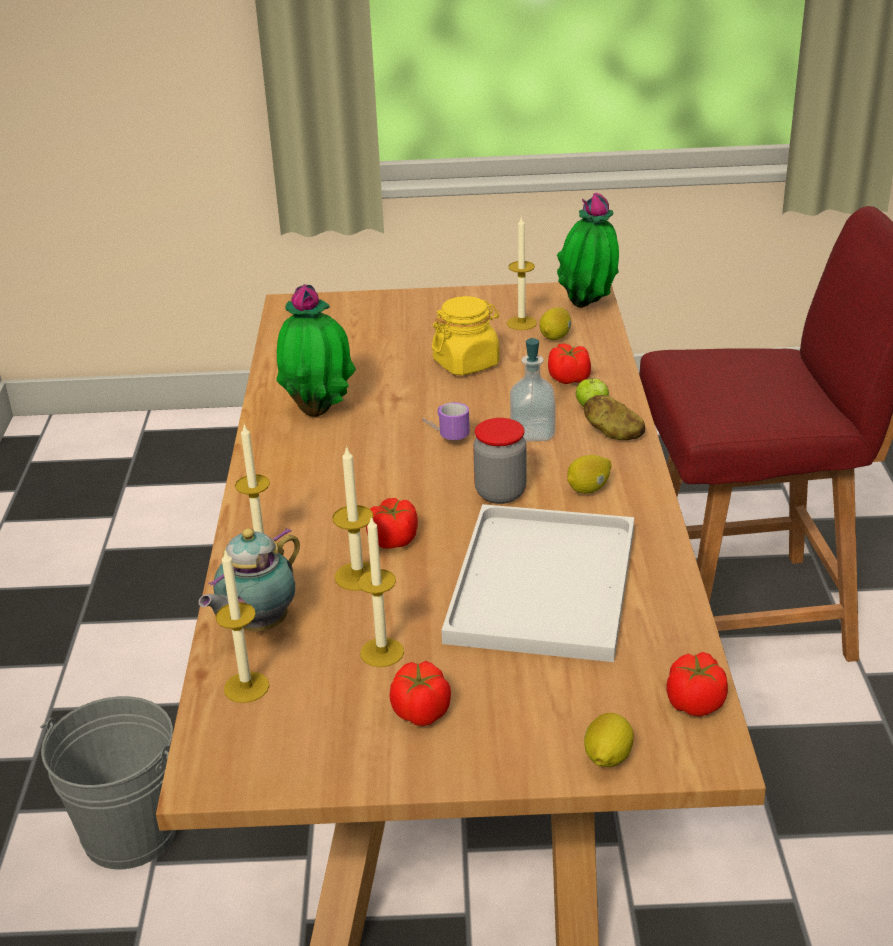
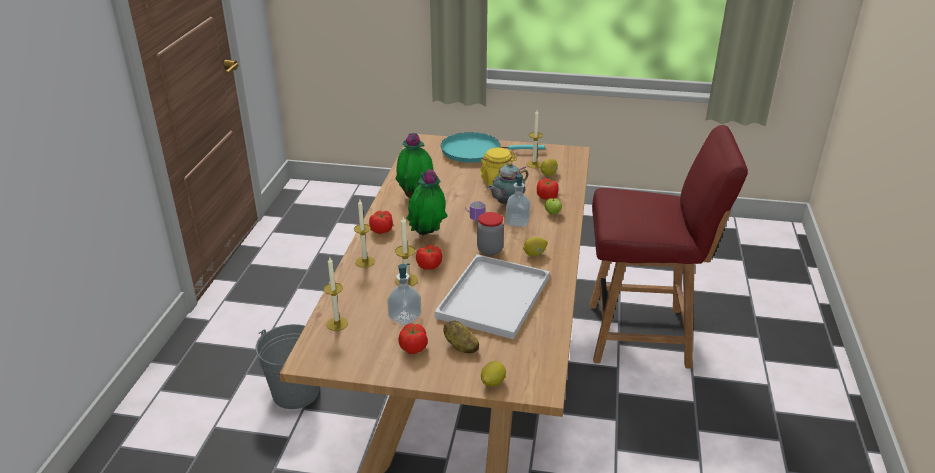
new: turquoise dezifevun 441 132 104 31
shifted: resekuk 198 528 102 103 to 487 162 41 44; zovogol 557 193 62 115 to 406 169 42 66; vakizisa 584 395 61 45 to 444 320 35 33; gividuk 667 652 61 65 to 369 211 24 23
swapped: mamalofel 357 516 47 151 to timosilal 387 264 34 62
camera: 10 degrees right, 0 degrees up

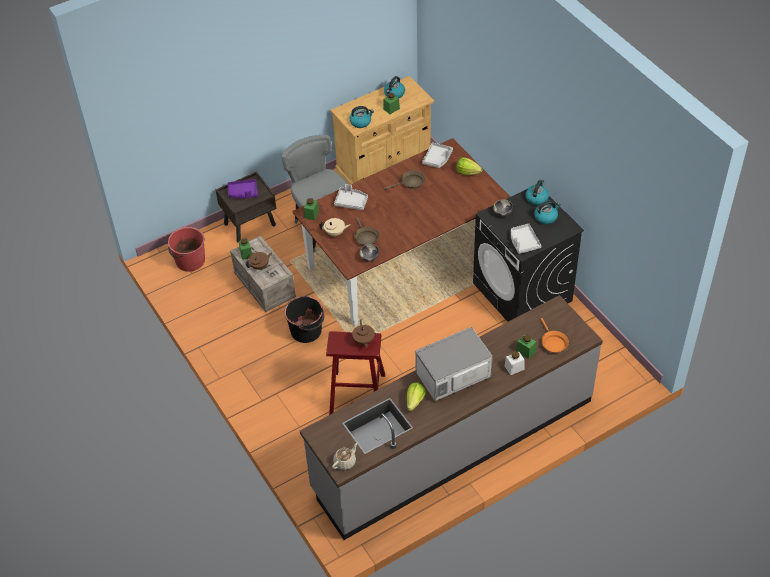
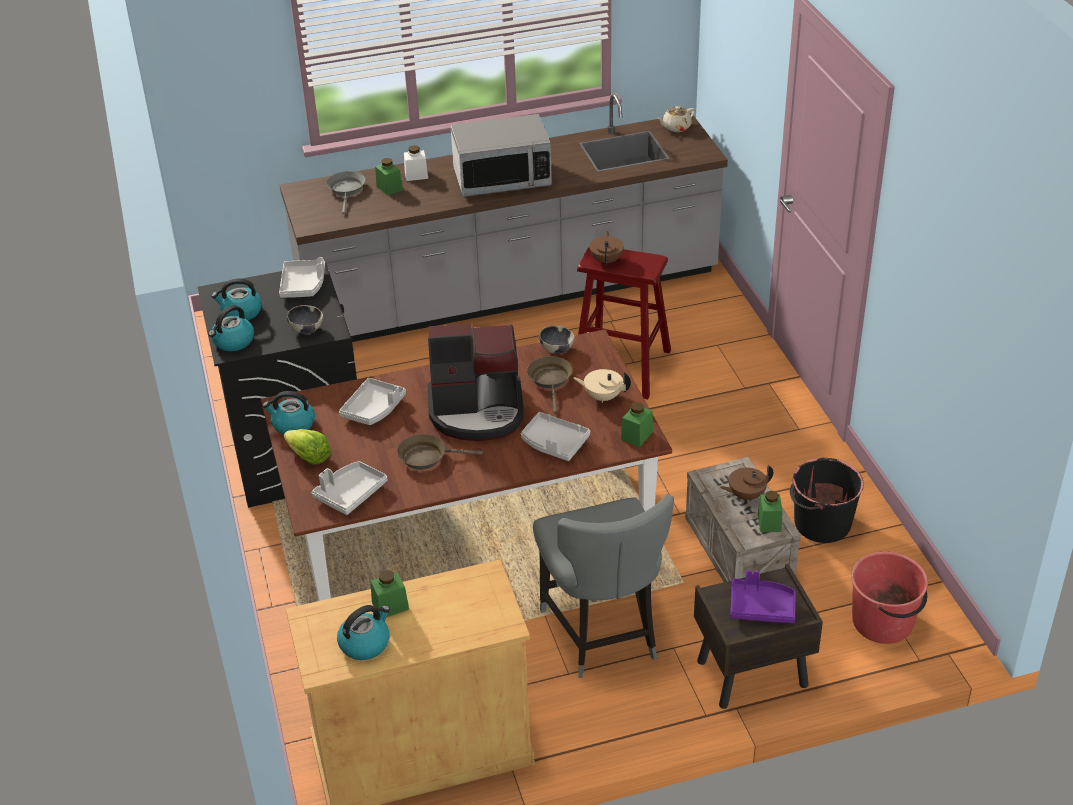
gone: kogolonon 406 383 20 28
new: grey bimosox 339 378 67 47; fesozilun 428 323 96 118
shifted: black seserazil 284 296 40 47 to 790 458 74 85; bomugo 350 106 24 22 to 263 391 52 44
repainted: orange dezifevun 541 318 28 35 to grey dezifevun 326 171 39 43
camera: 165 degrees left, 10 degrees down

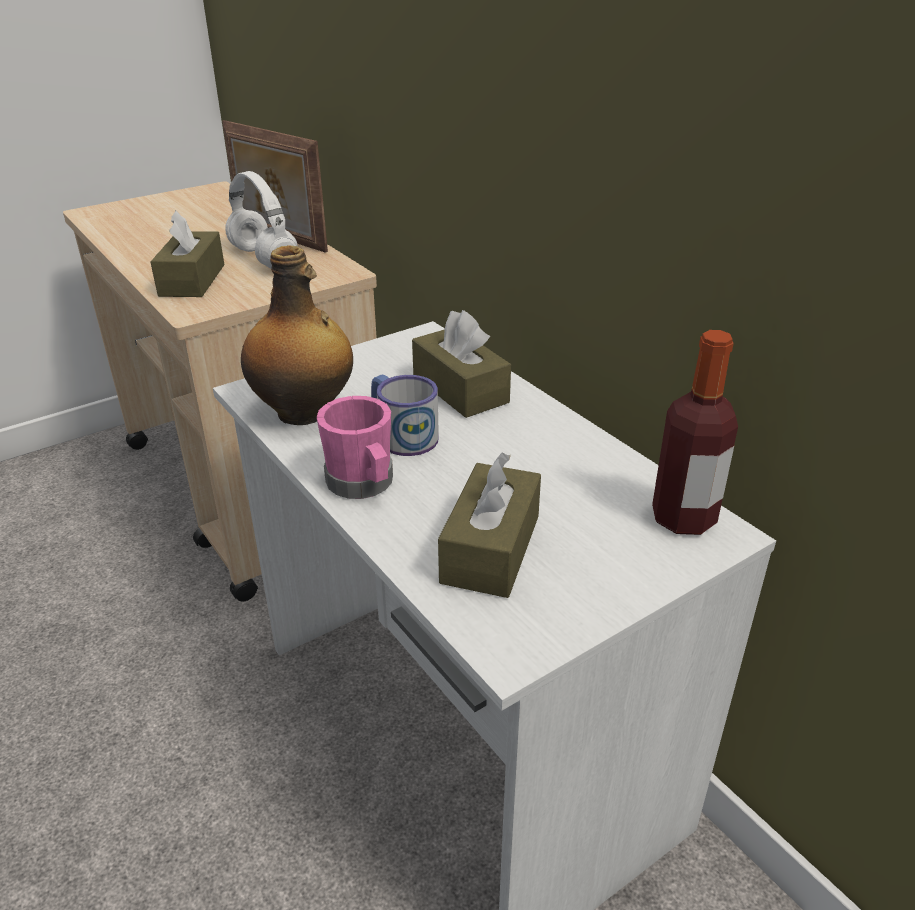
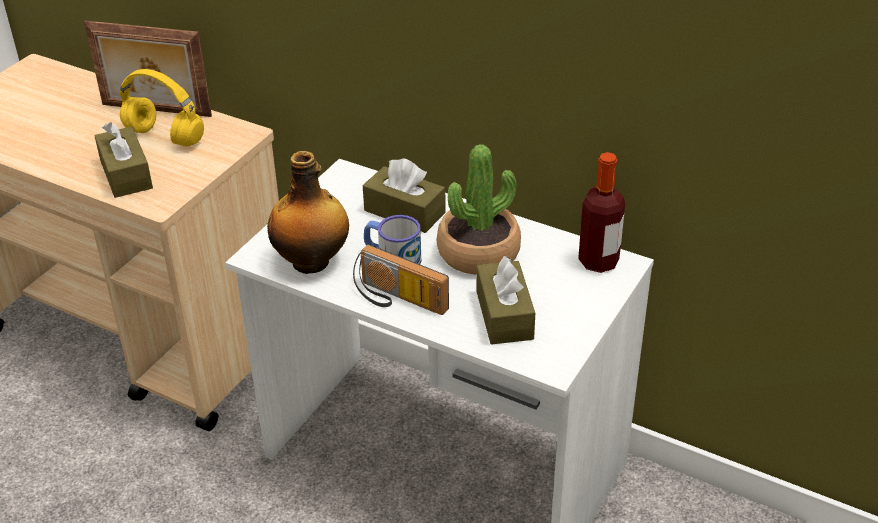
new: zovogol 437 144 84 131
swapped: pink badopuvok 317 396 76 103 to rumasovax 353 244 96 71
repainted: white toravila 225 171 72 97 to yellow toravila 120 69 84 78
camera: 25 degrees left, 5 degrees up

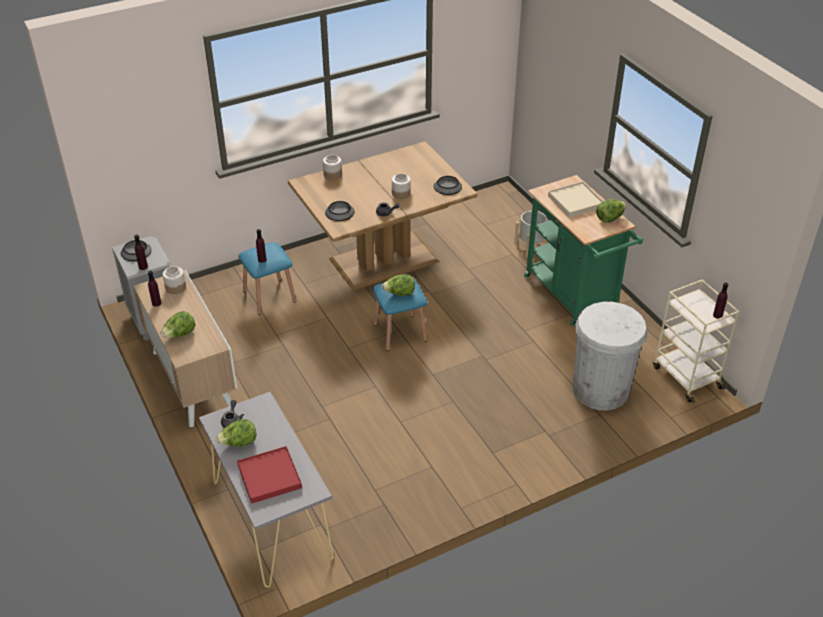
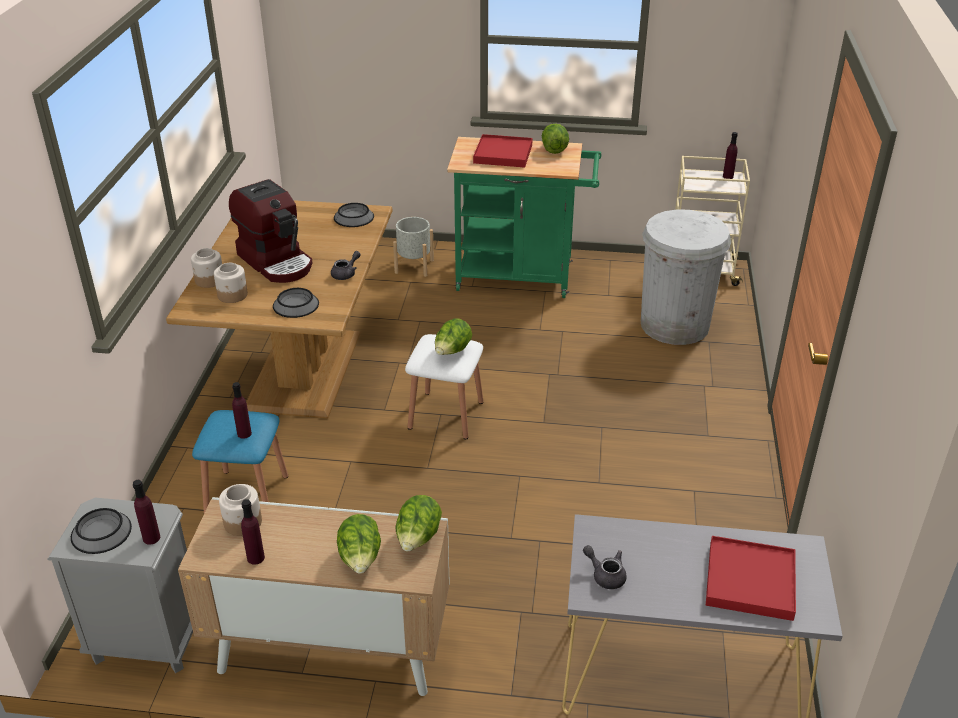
new: fesozilun 229 179 83 104
shifted: kogolonon 216 419 40 28 to 395 495 47 56; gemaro 392 173 19 26 to 214 263 34 40
repainted: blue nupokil 373 278 54 73 to white nupokil 405 334 79 105; beige bimosox 548 182 55 36 to red bimosox 473 134 60 34
camera: 55 degrees left, 5 degrees down

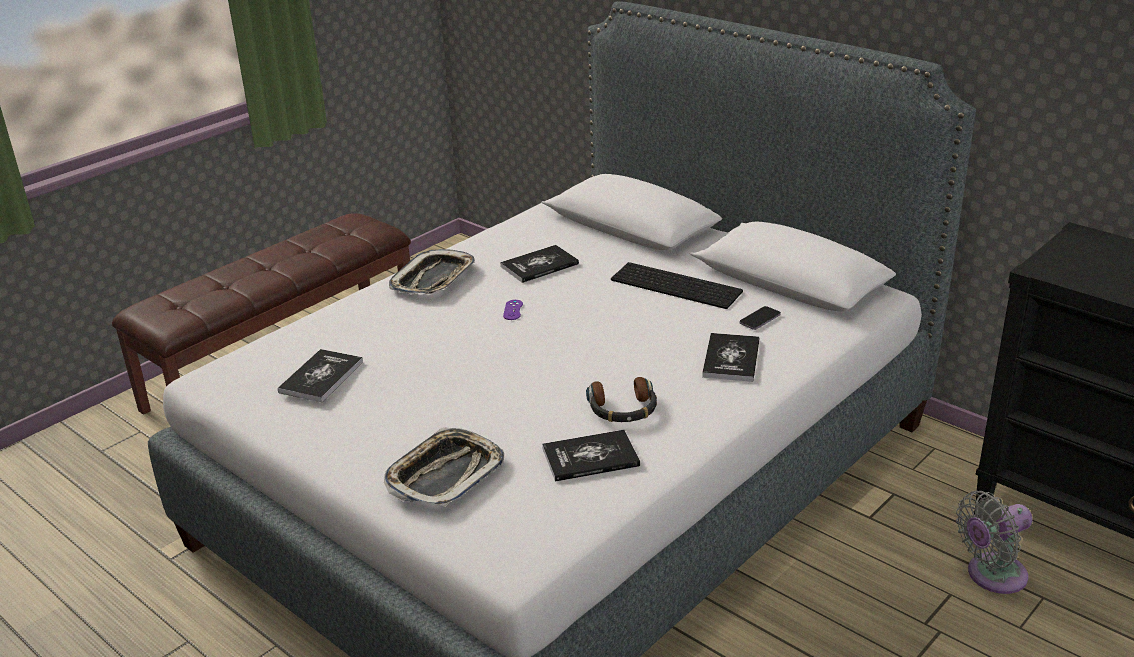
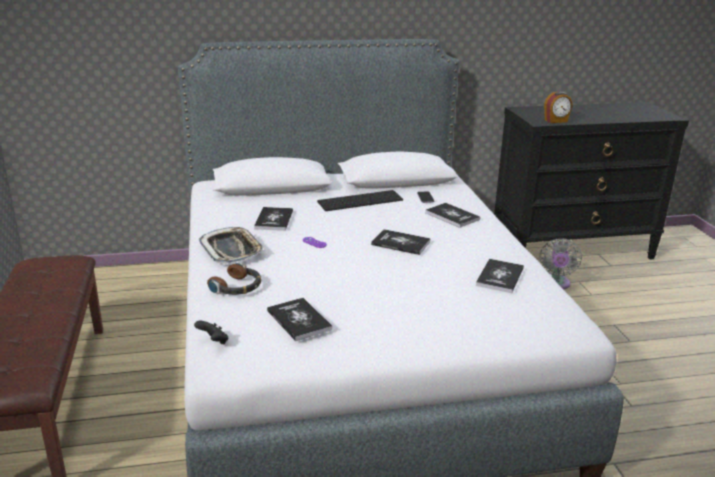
gone: bimosox 384 428 120 79
new: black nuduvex 194 321 34 23; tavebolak 371 229 60 26; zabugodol 544 92 28 31
shifted: toravila 586 377 71 45 to 207 263 54 32
camera: 55 degrees left, 5 degrees down

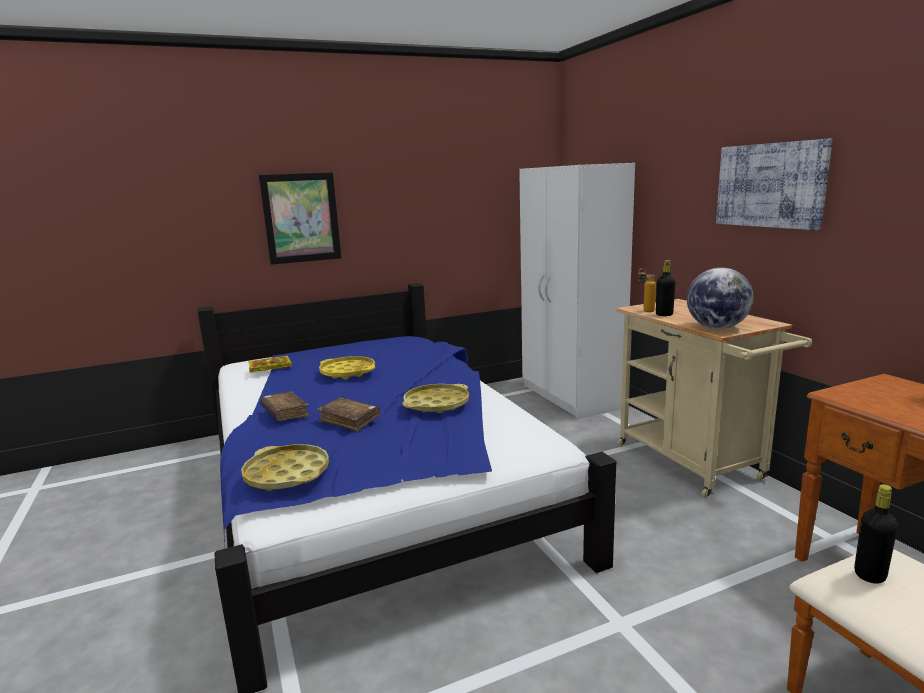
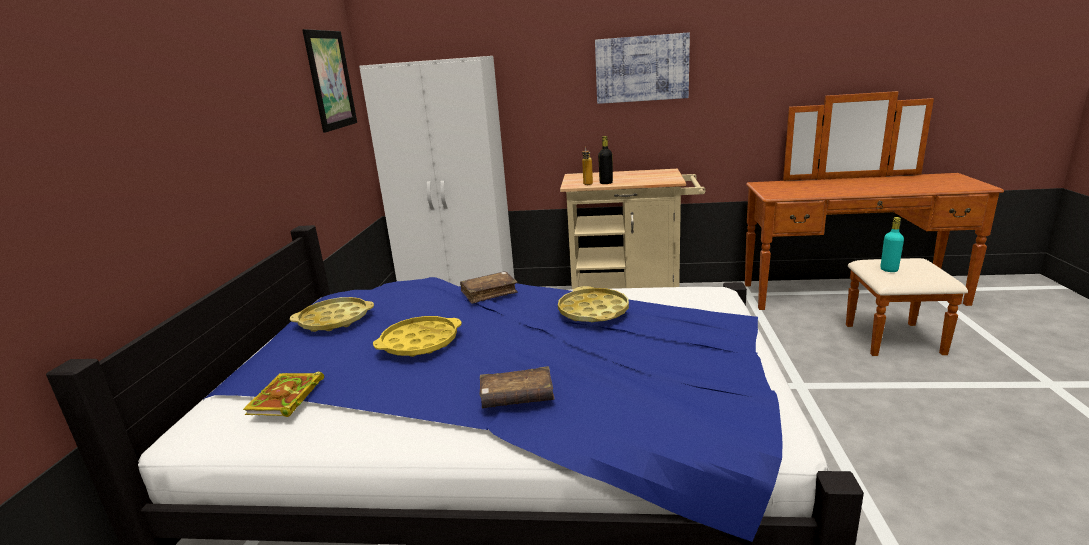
gone: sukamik 687 268 67 61
shifted: yellow bimosox 241 444 88 47 to 290 297 84 35; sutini 259 172 82 93 to 302 29 55 104; brown tavebolak 317 397 63 35 to 460 271 58 33
repainted: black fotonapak 854 484 44 100 to turquoise fotonapak 881 217 23 55
camera: 60 degrees left, 5 degrees up

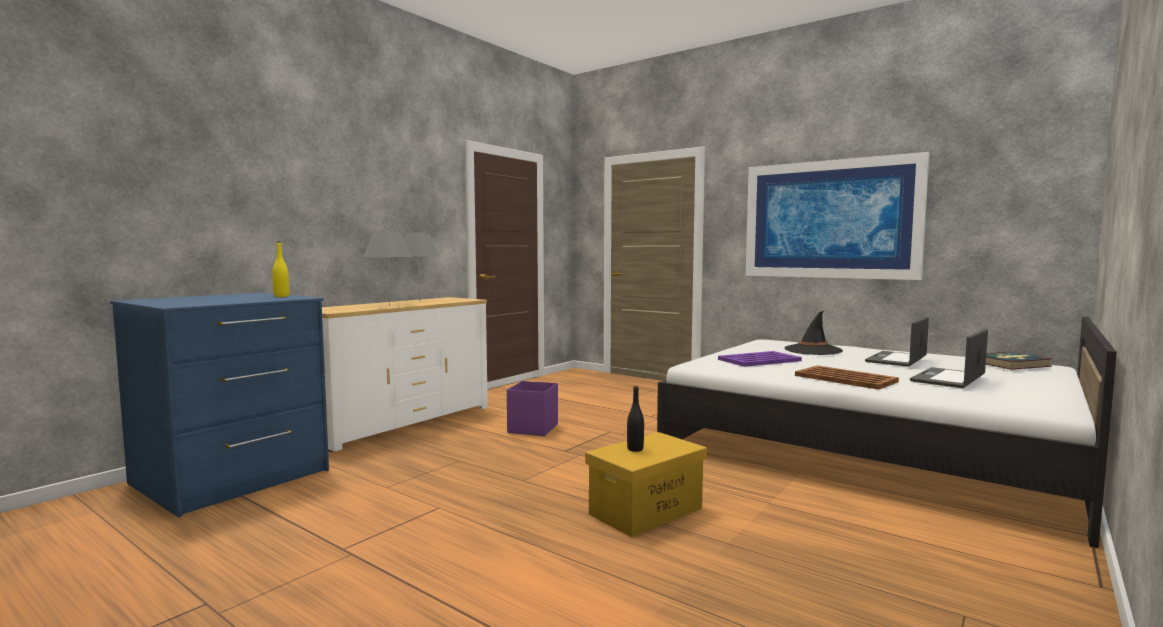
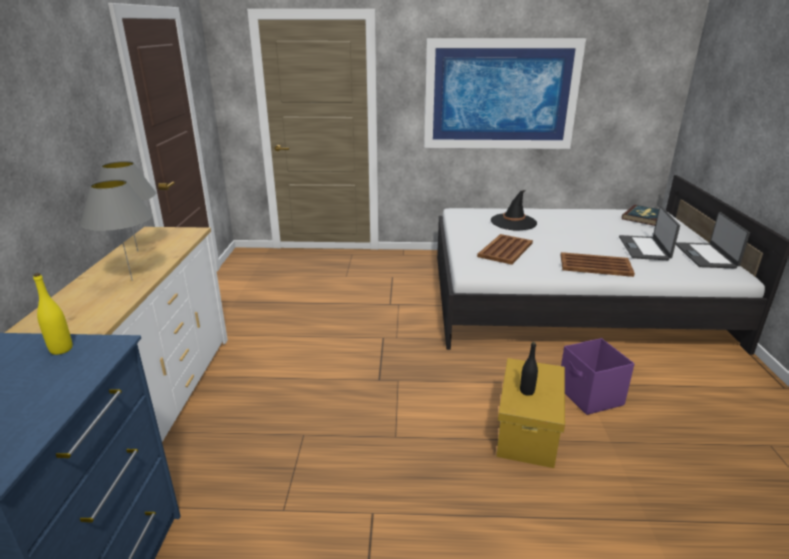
shifted: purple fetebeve 507 381 51 55 to 561 338 74 77; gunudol 865 317 64 50 to 676 212 74 57
repainted: purple bimosox 718 351 84 16 to brown bimosox 477 234 56 31
camera: 35 degrees left, 20 degrees up

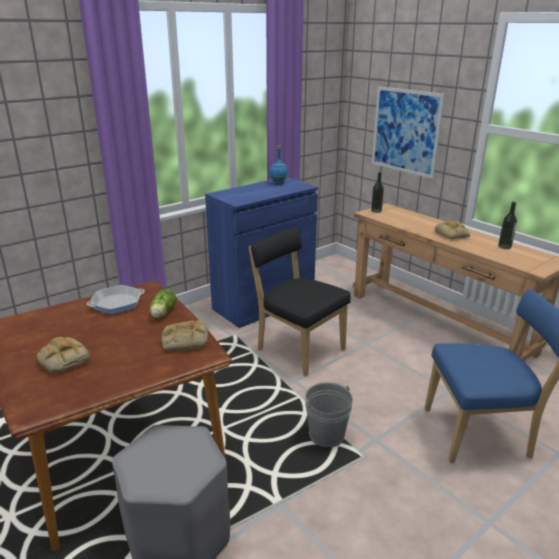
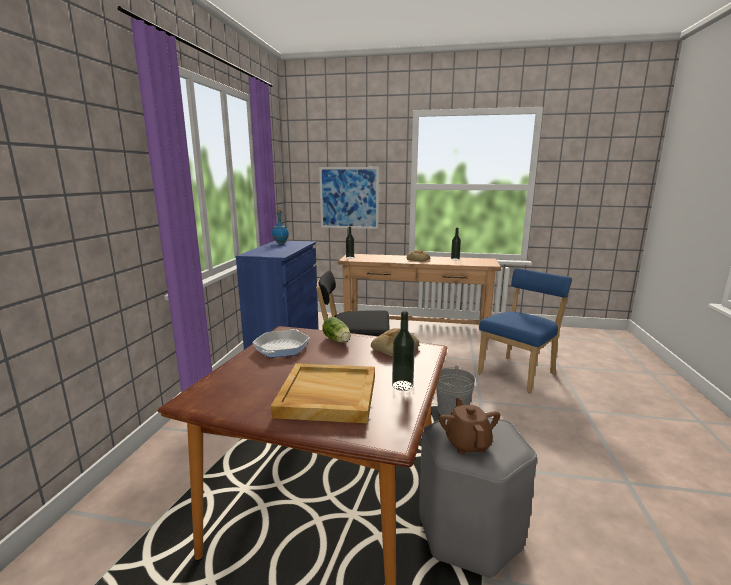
new: fotonapak 392 311 23 80; brown resekuk 439 398 61 56
swapped: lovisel 37 337 53 37 to beige bimosox 271 363 104 60
camera: 40 degrees left, 10 degrees down

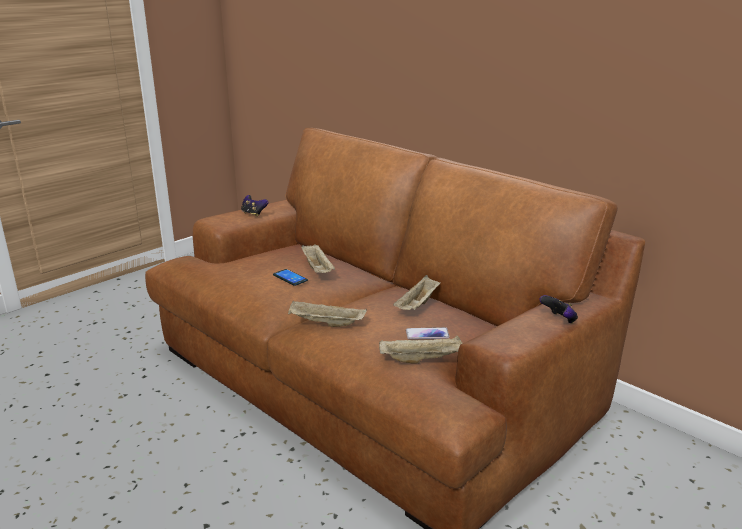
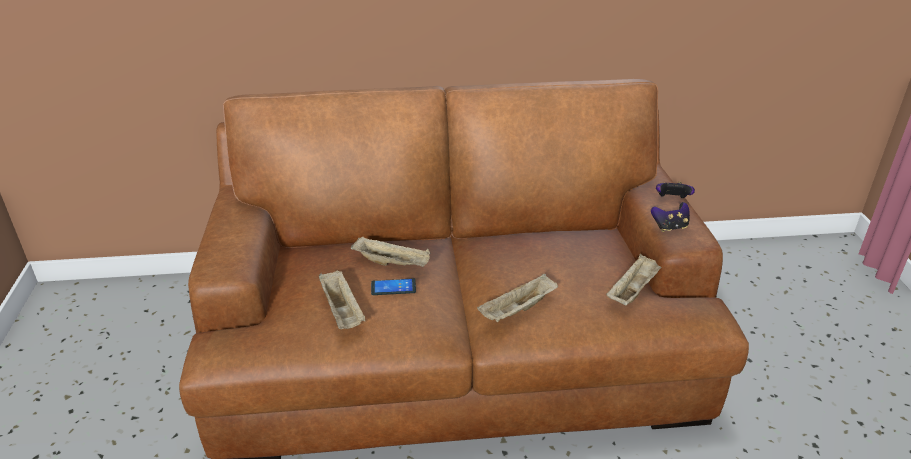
gone: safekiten 406 327 44 12
shifted: nuduvex 241 195 28 22 to 651 202 39 30; beige bimosox 393 275 47 35 to 319 271 46 58
camera: 50 degrees left, 10 degrees up

